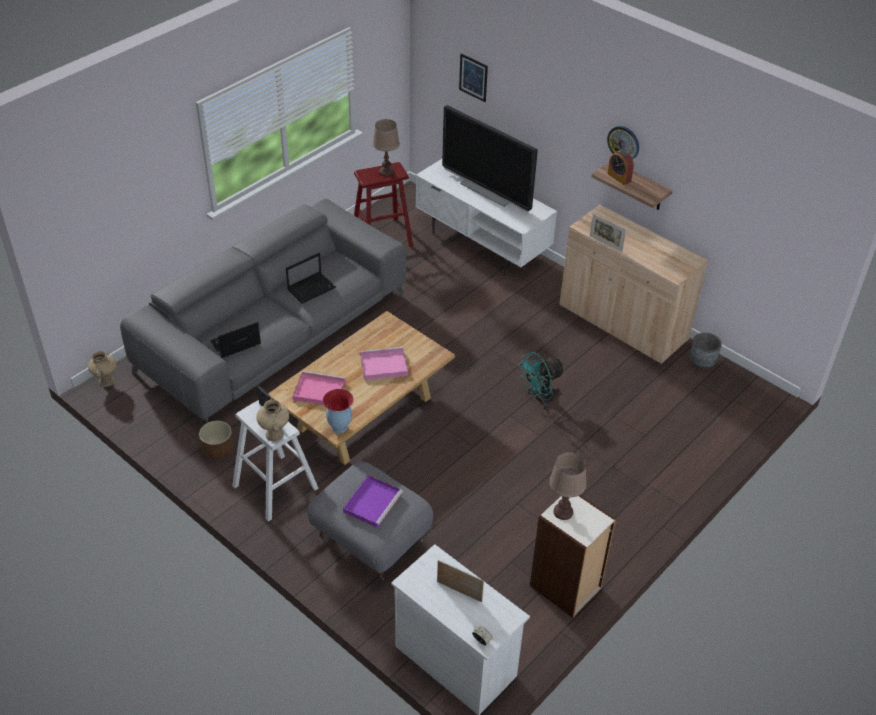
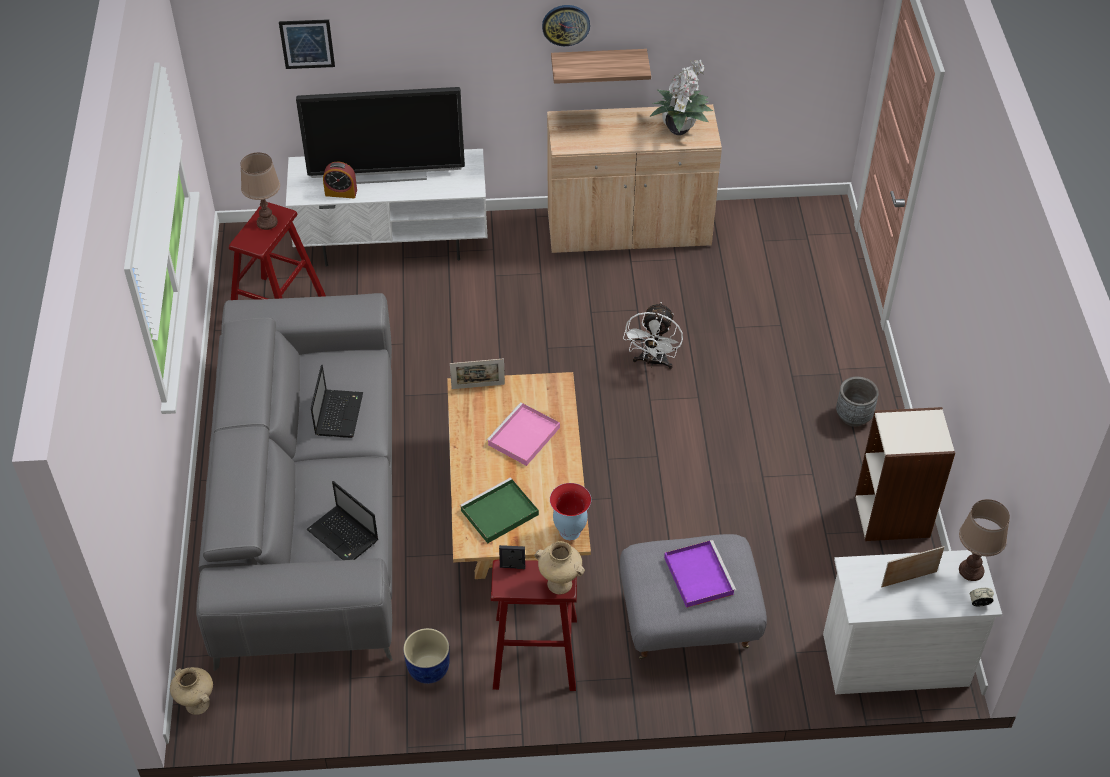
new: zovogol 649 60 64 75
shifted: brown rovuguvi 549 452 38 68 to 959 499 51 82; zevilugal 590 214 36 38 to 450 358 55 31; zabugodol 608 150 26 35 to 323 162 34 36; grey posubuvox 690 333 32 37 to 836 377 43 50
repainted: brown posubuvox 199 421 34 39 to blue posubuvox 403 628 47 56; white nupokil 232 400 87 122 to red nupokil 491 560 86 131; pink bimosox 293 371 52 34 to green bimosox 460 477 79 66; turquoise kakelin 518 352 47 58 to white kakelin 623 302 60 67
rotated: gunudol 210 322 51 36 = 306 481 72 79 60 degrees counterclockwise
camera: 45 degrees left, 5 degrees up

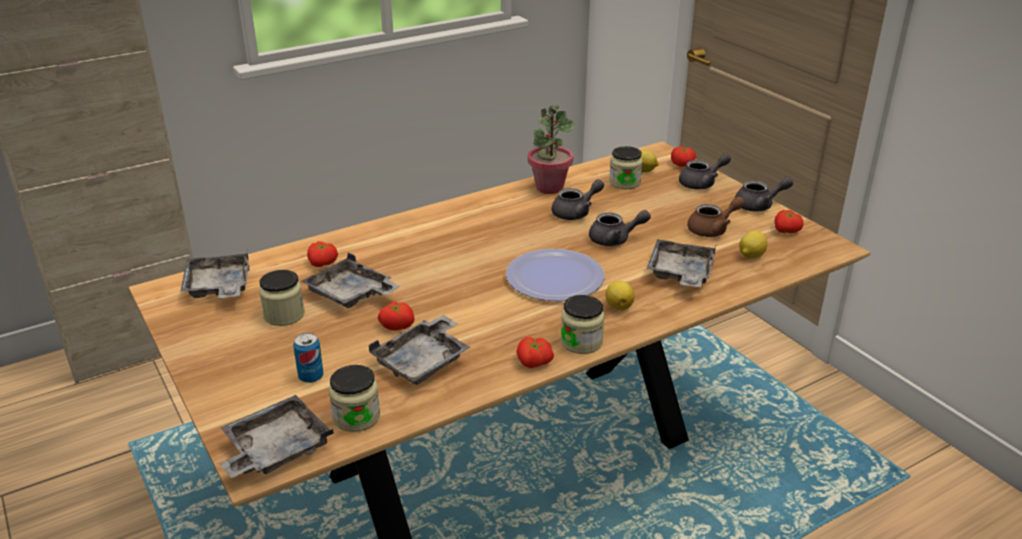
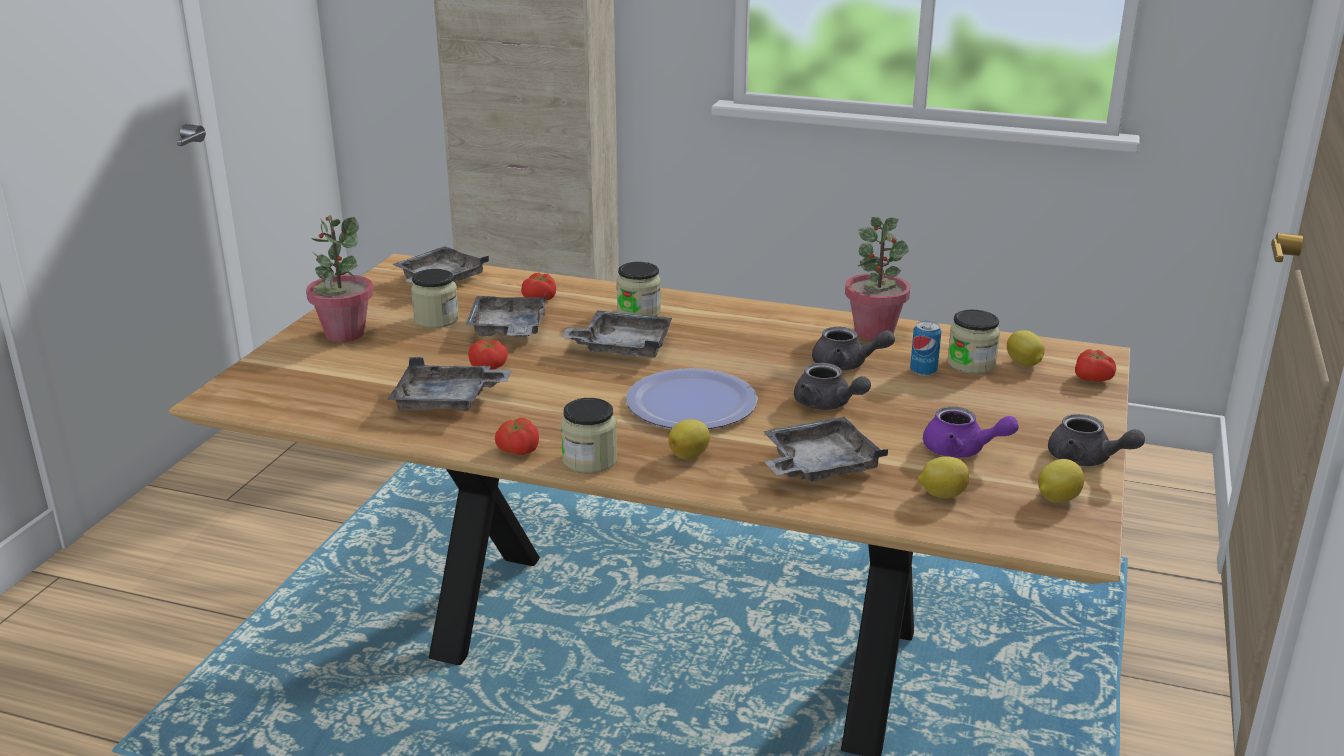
gone: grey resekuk 679 153 52 36
new: zovogol 306 215 67 127
shifted: grey bimosox 220 395 114 83 to 561 310 111 48; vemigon 293 333 31 50 to 910 321 31 55; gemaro 329 365 51 67 to 616 262 45 54
swapped: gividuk 774 210 29 23 to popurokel 1038 459 46 43
repainted: brown resekuk 687 196 58 41 to purple resekuk 923 406 96 52
camera: 50 degrees right, 5 degrees down

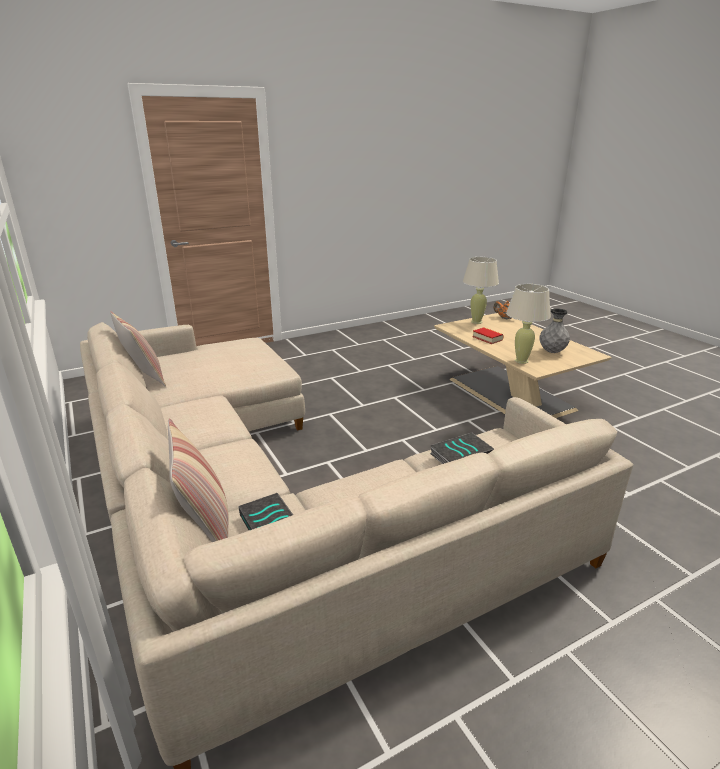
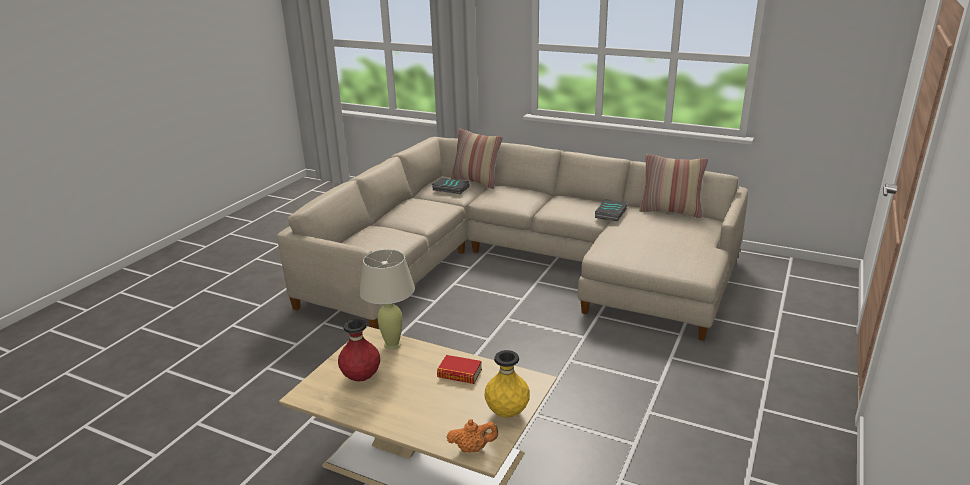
shifted: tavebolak 430 432 64 32 to 595 199 32 22
swapped: beige rovuguvi 463 257 36 67 to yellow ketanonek 485 350 45 67
repainted: grey ketanonek 539 308 31 45 to red ketanonek 338 319 42 62
camera: 145 degrees right, 0 degrees up

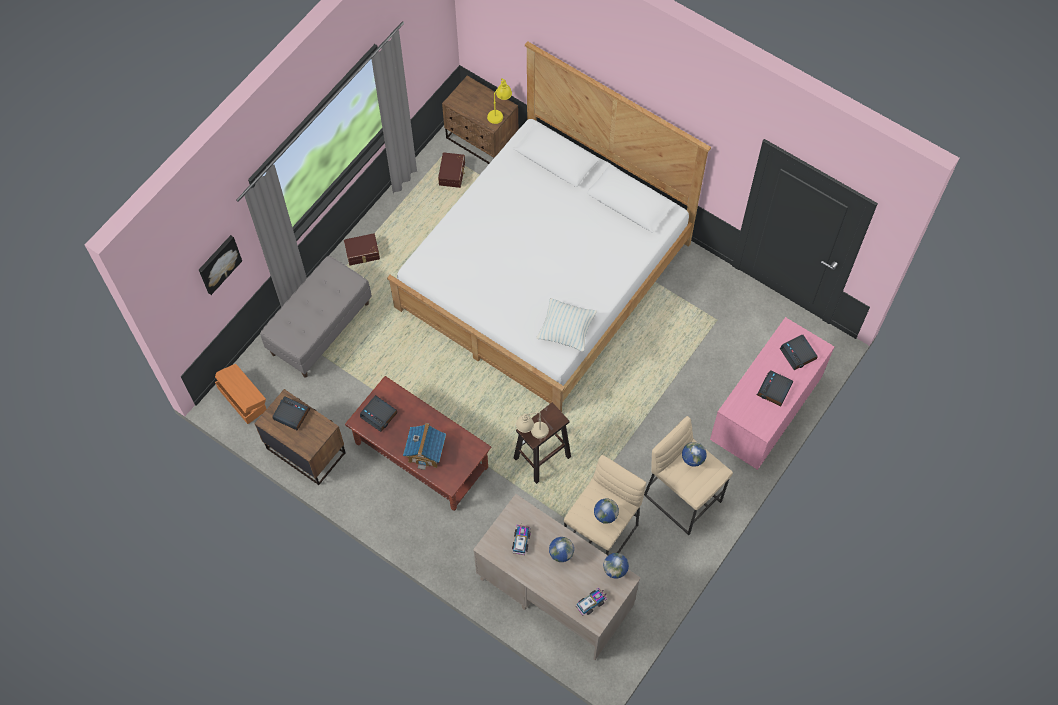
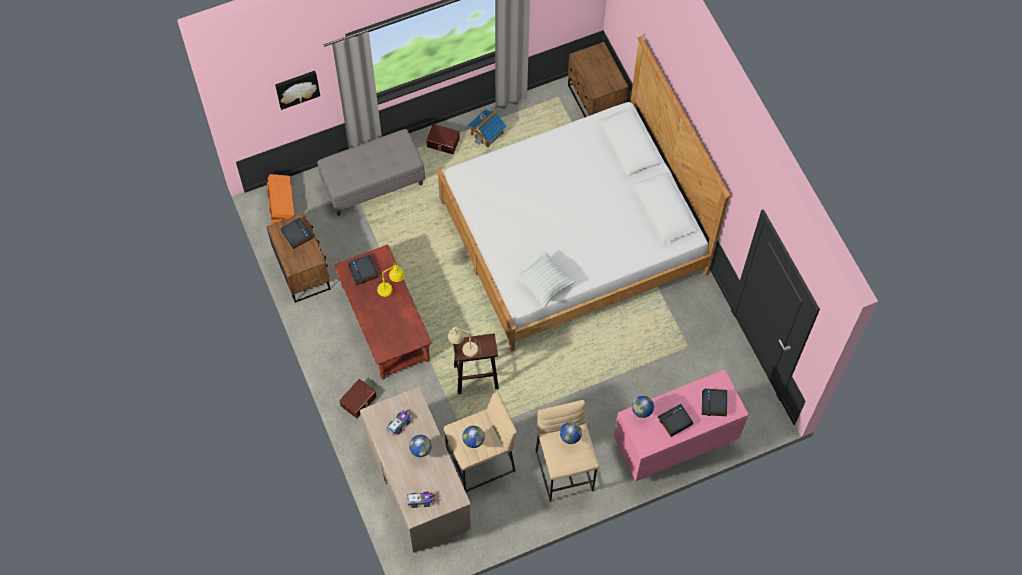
shifted: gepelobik 403 423 43 47 to 468 109 39 39; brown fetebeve 438 152 27 36 to 339 379 38 39; yellow rovuguvi 487 78 25 46 to 377 263 28 34; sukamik 603 553 26 26 to 632 396 22 22
camera: 30 degrees right, 0 degrees up

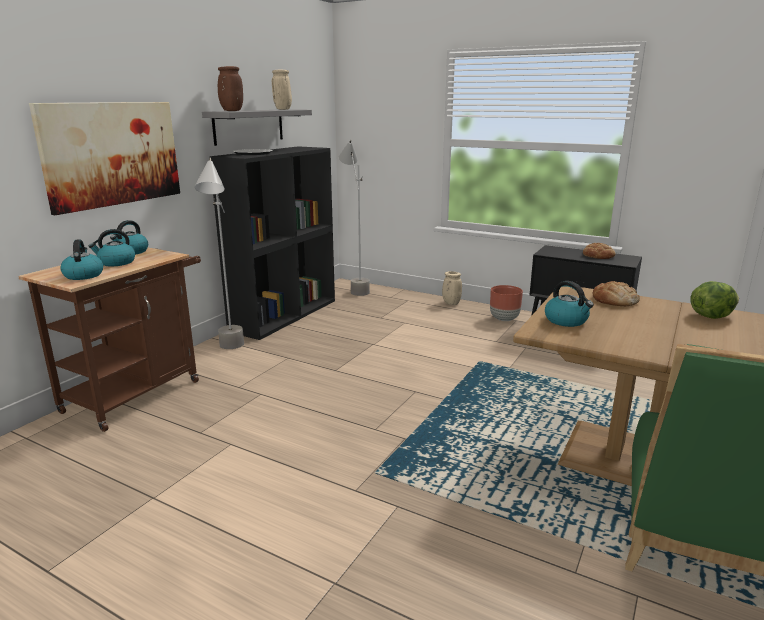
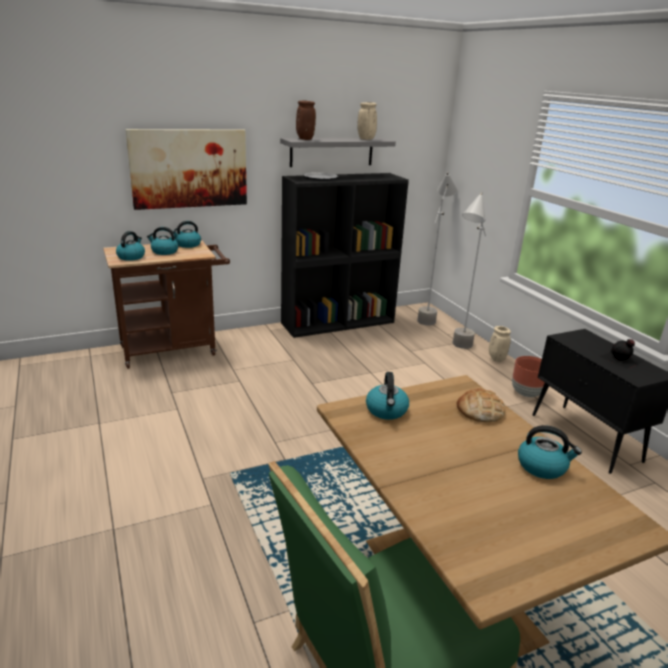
shifted: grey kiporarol 195 158 49 191 to 453 192 33 157
swapped: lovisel 583 243 32 16 to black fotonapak 599 339 44 30; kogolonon 691 281 48 38 to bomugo 518 425 64 54
camera: 35 degrees right, 5 degrees up

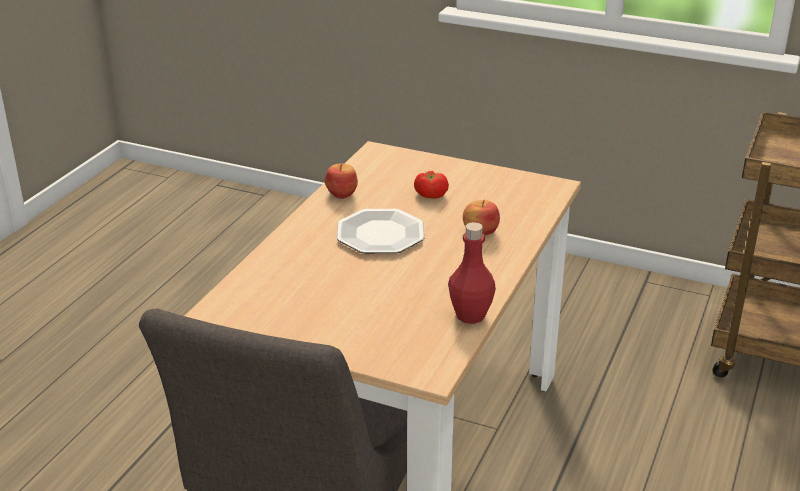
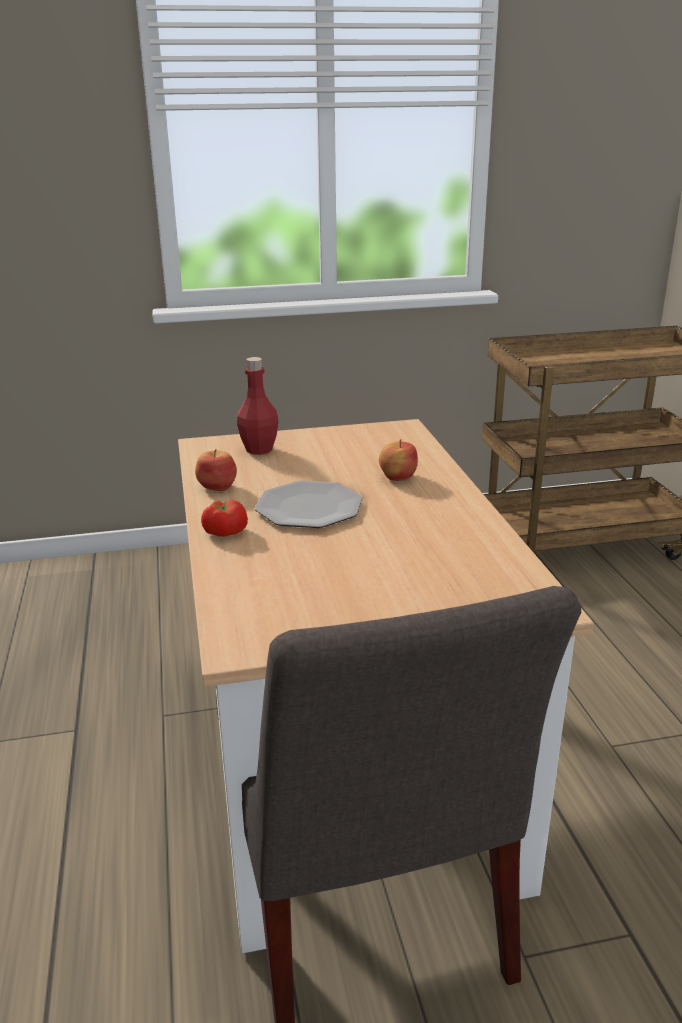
shifted: gividuk 414 171 35 27 to 201 500 47 37; red fotonapak 448 222 48 102 to 237 357 42 98
camera: 35 degrees left, 5 degrees down

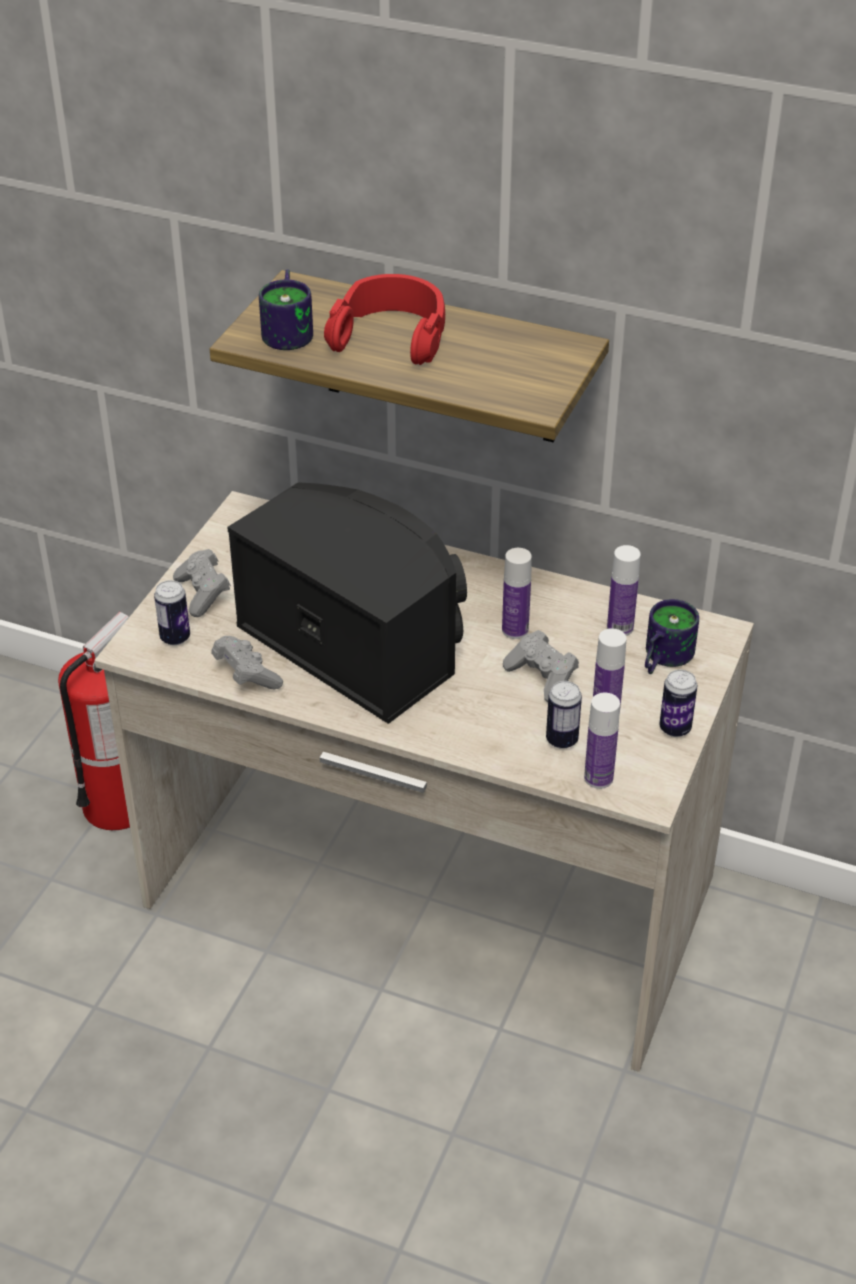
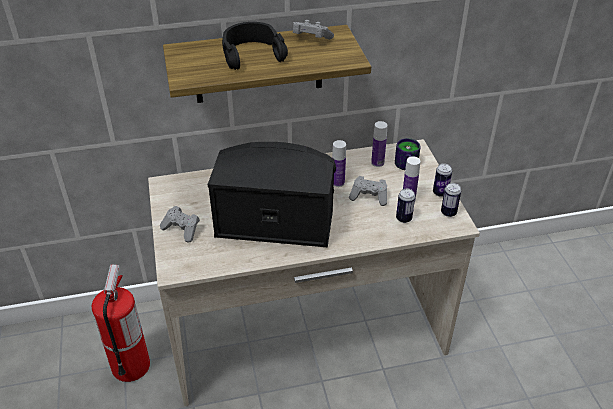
gone: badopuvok 259 269 54 81; fotonapak 584 693 36 96
shifted: vemigon 154 580 36 65 to 441 183 20 34; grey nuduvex 211 636 72 53 to 293 20 41 20
repainted: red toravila 324 274 121 91 to black toravila 222 22 66 48
camera: 35 degrees left, 0 degrees up

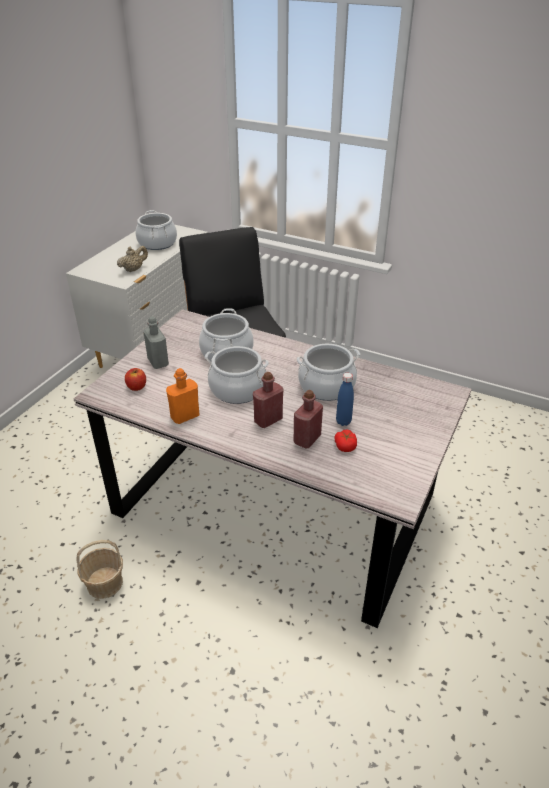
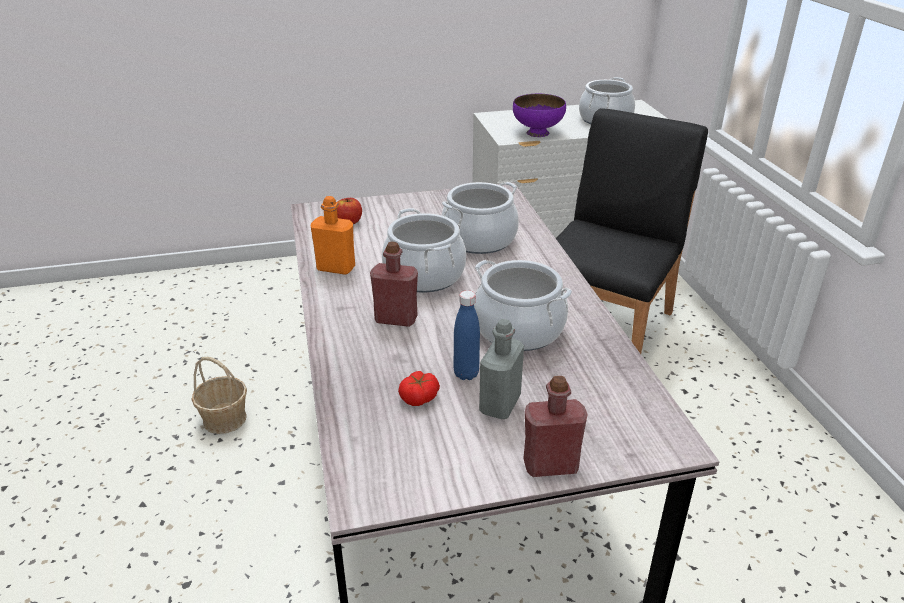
shifted: grey fotonapak 143 316 26 53 to 479 319 45 100; red fotonapak 293 390 30 58 to 523 376 65 101
swapped: beige resekuk 117 246 31 26 to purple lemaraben 513 94 53 43
camera: 50 degrees right, 5 degrees down

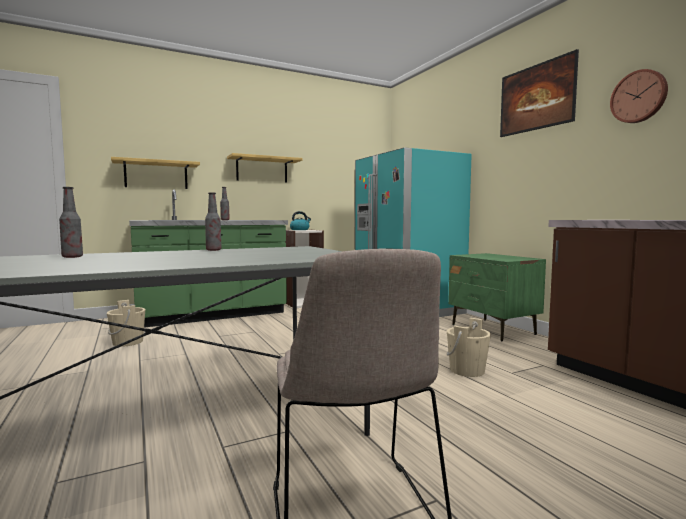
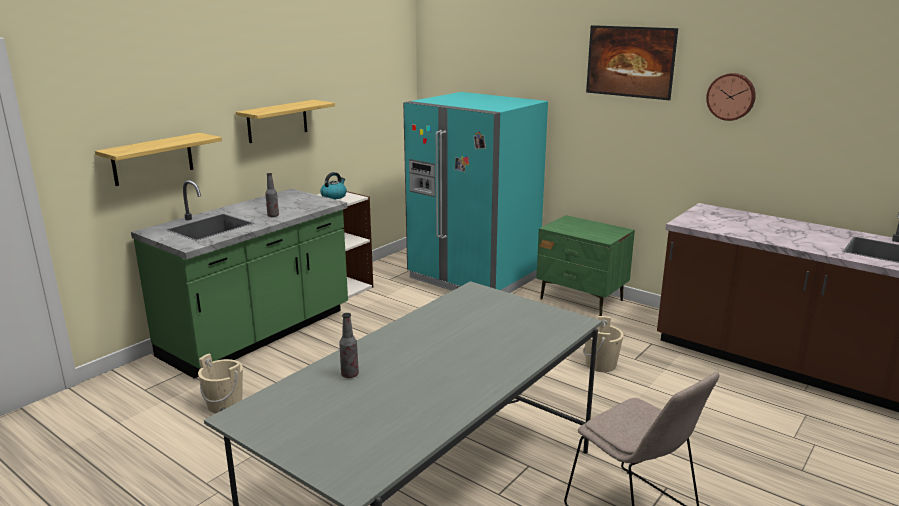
gone: fotonapak 205 192 17 59
camera: 25 degrees left, 15 degrees up

